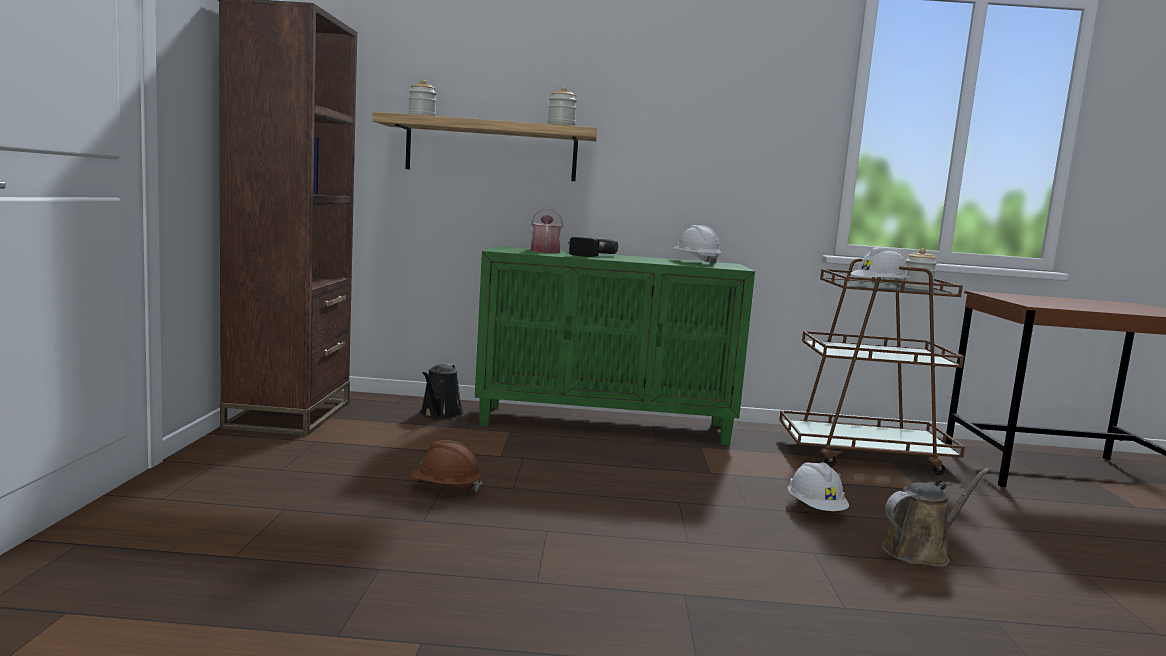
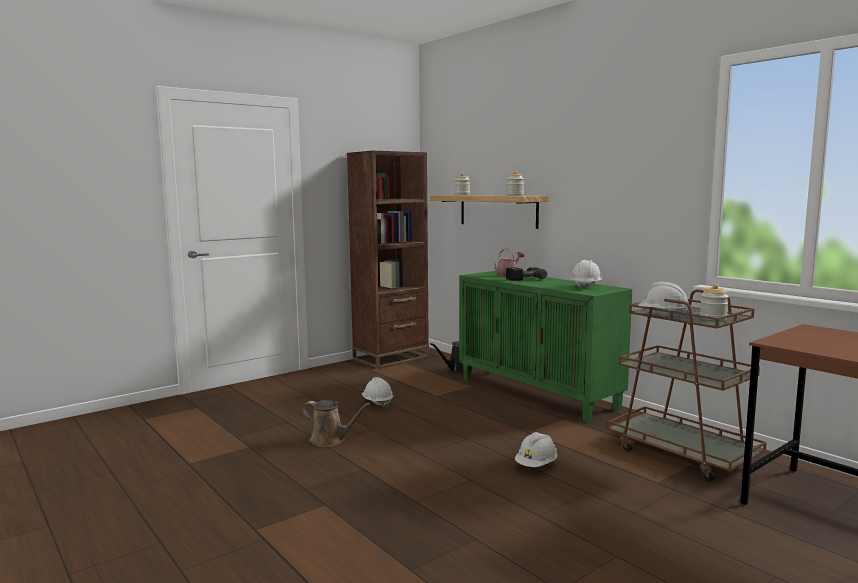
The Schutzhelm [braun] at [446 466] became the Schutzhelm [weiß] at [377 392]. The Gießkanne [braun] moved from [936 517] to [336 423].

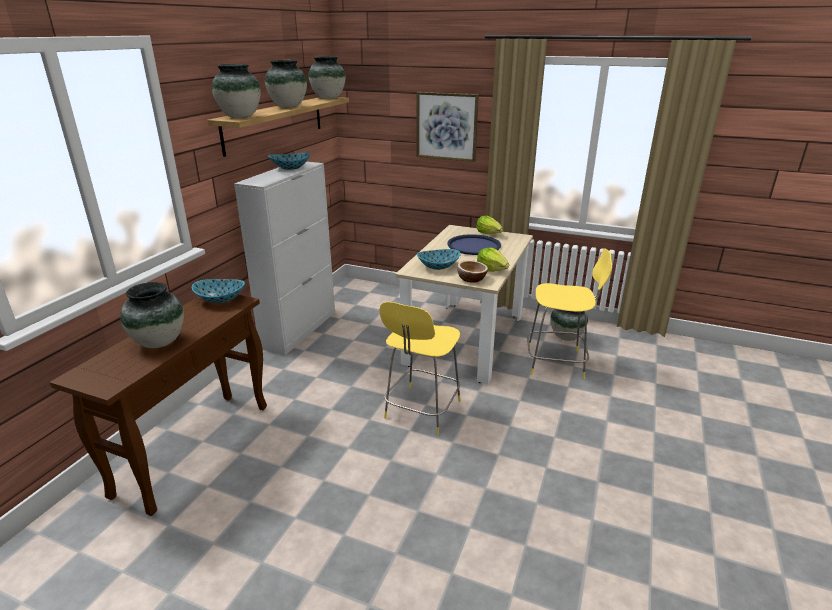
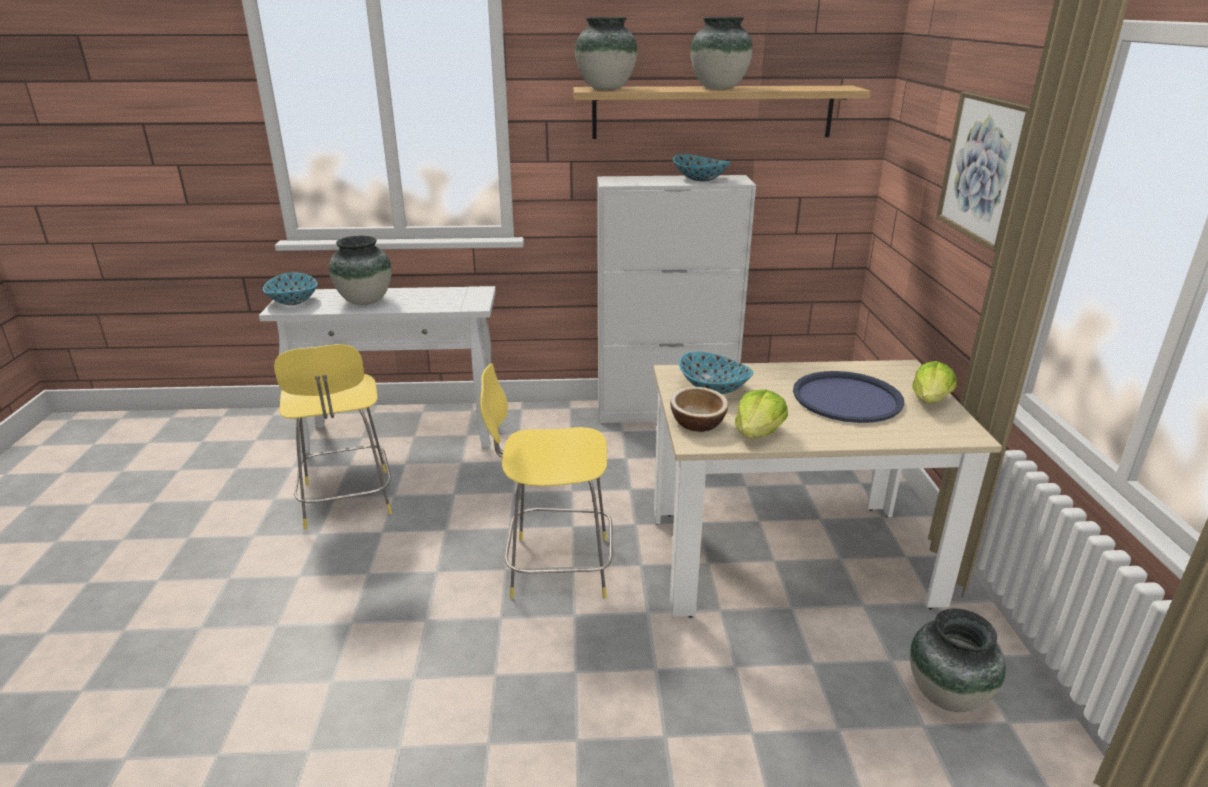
The Vase at [327 77] disappeared. The Hocker [gelb] moved from [569 313] to [333 436]. The Schüssel moved from [218 291] to [290 289]. The Konsolentisch [braun] at [158 405] became the Konsolentisch [weiß] at [377 370].

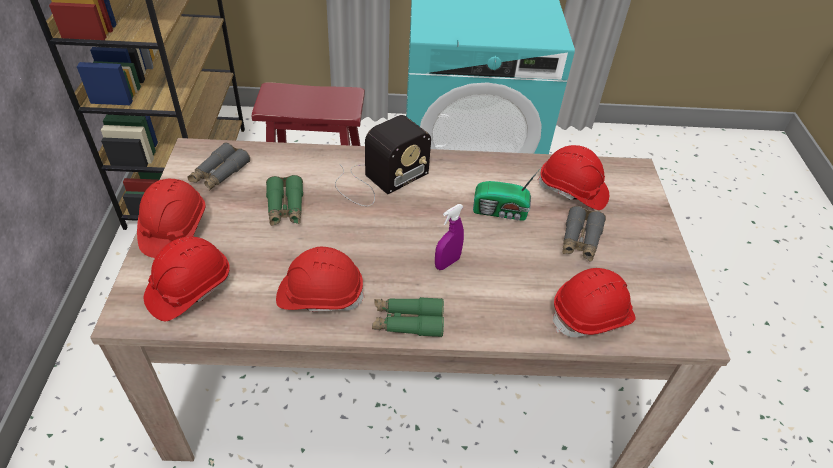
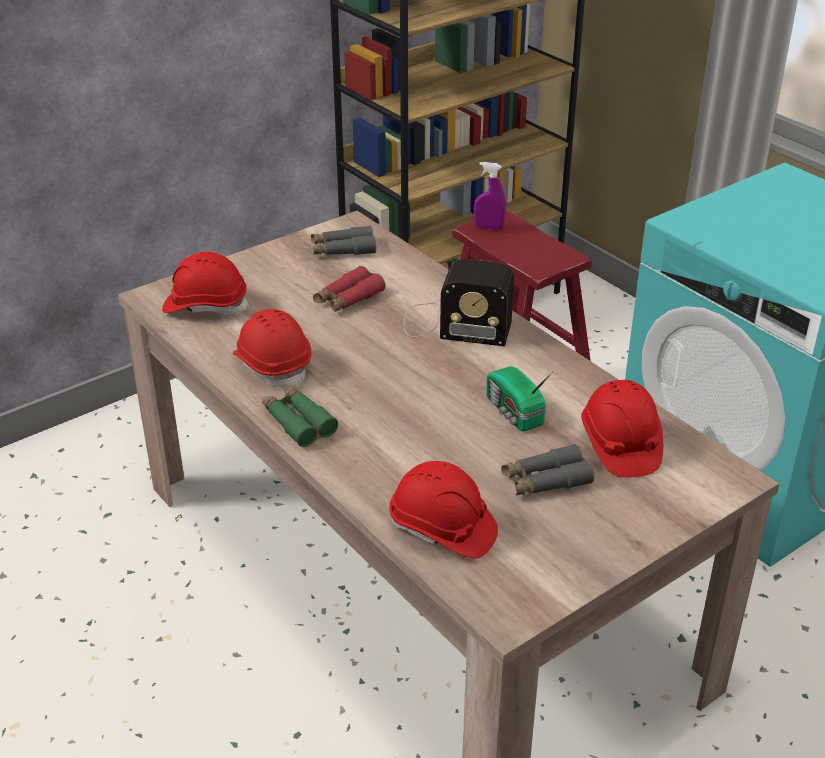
The Fernglas [grün] at [284 200] became the Fernglas [rot] at [349 289]. The Schutzhelm [rot] at [171 218] disappeared. The Sprühflasche [lila] moved from [449 237] to [490 196].

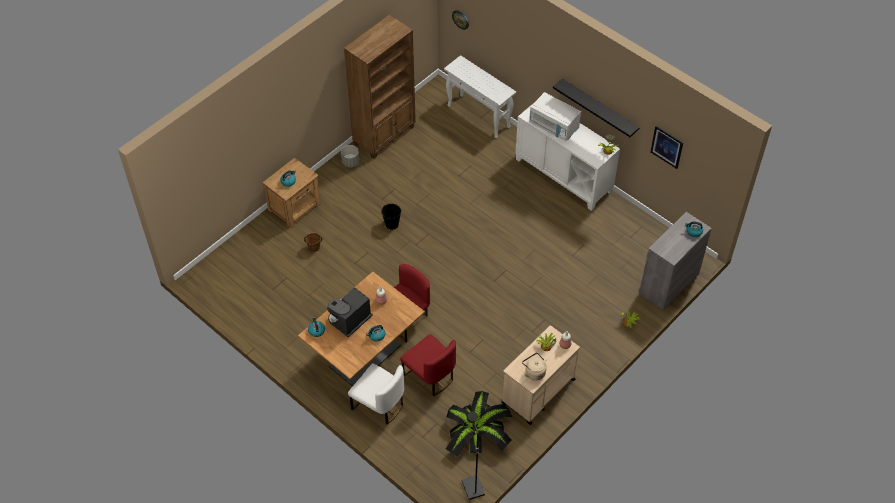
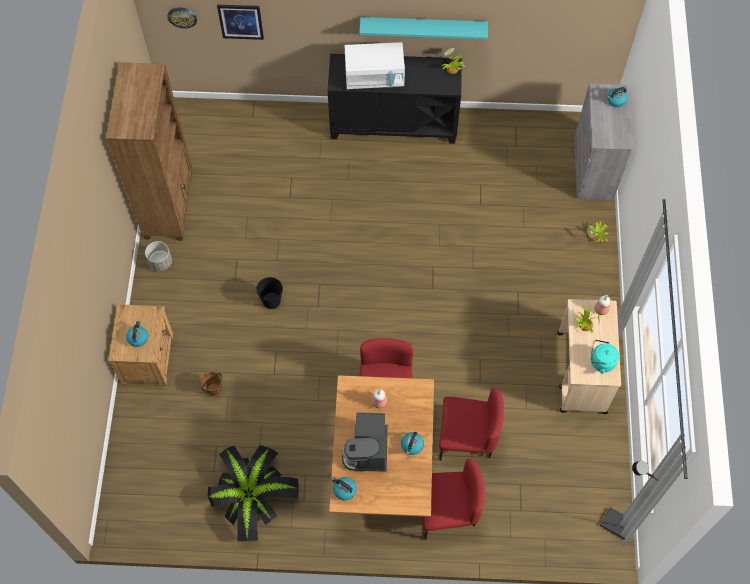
The Konsolentisch [weiß] at [480 97] disappeared. The Wandregal [schwarz] at [596 107] became the Wandregal [türkis] at [423 28]. The Schrank [weiß] at [567 157] became the Schrank [schwarz] at [395 99]. The Bild moved from [667 147] to [240 22]. The Wasserkessel [beige] at [534 367] became the Wasserkessel [türkis] at [604 357]. The Stuhl [weiß] at [376 394] became the Stuhl [rot] at [454 499]. The Topfpflanze moved from [479 424] to [253 493].

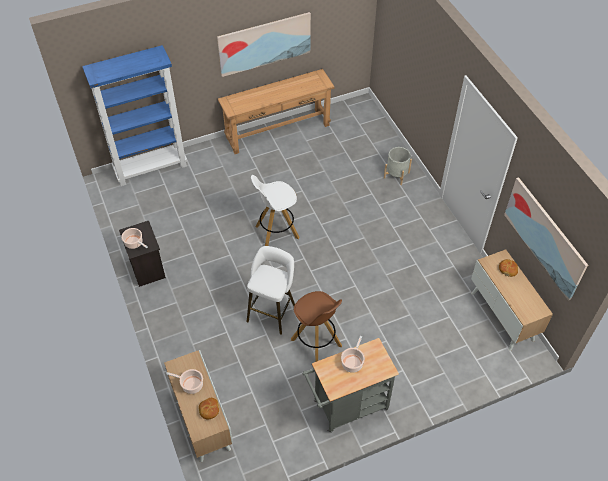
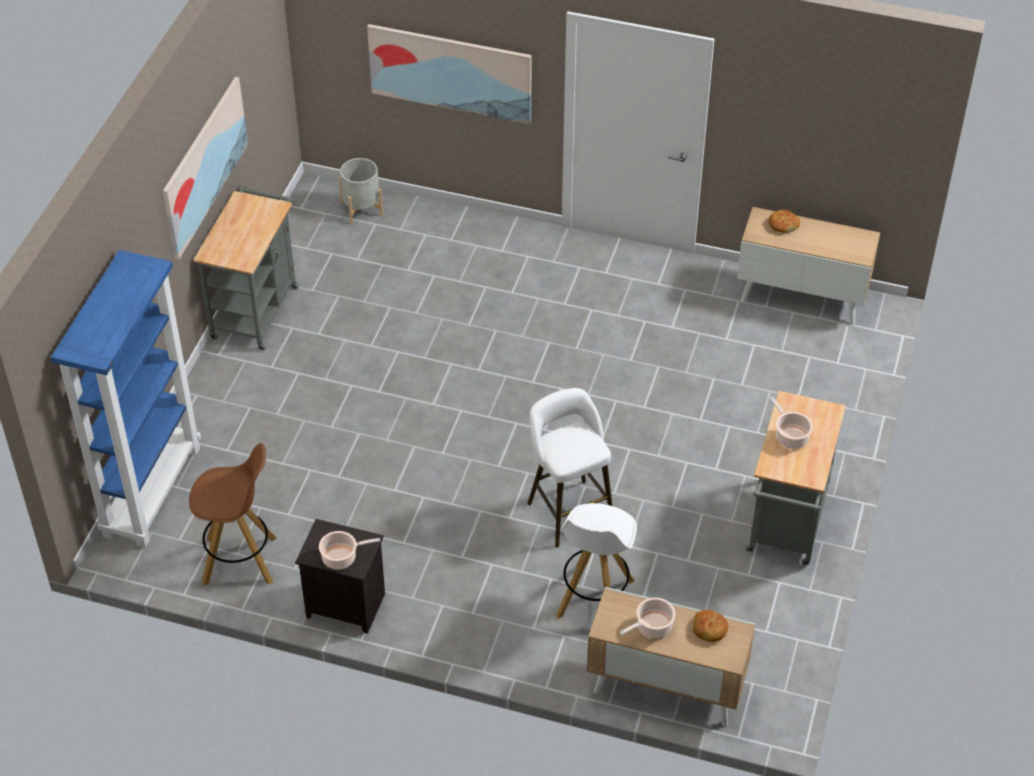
The Konsolentisch [braun] at [276 111] was replaced by the Rollwagen [grau] at [245 268]. The Pflanzkübel [grau] moved from [398 166] to [361 191]. The Hocker [weiß] moved from [275 210] to [596 561]. The Bild moved from [546 239] to [449 74]. The Hocker [braun] moved from [316 326] to [233 514].

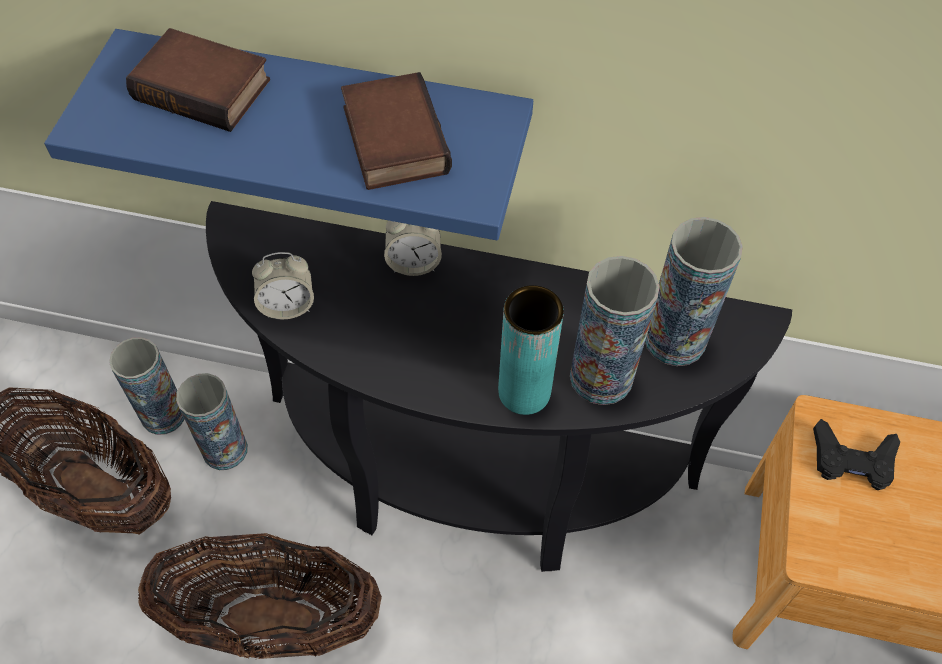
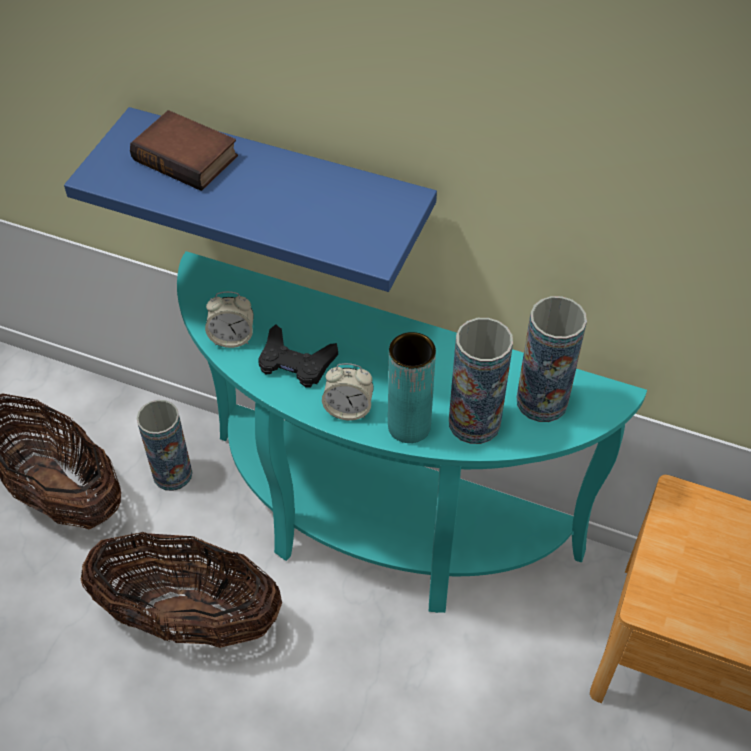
The Buch at [396 131] disappeared. The Konsolentisch [schwarz] at [499 386] became the Konsolentisch [türkis] at [412 432]. The Wecker moved from [413 248] to [348 391]. The Vase at [146 386] disappeared. The Gamepad [schwarz] moved from [856 454] to [298 355].

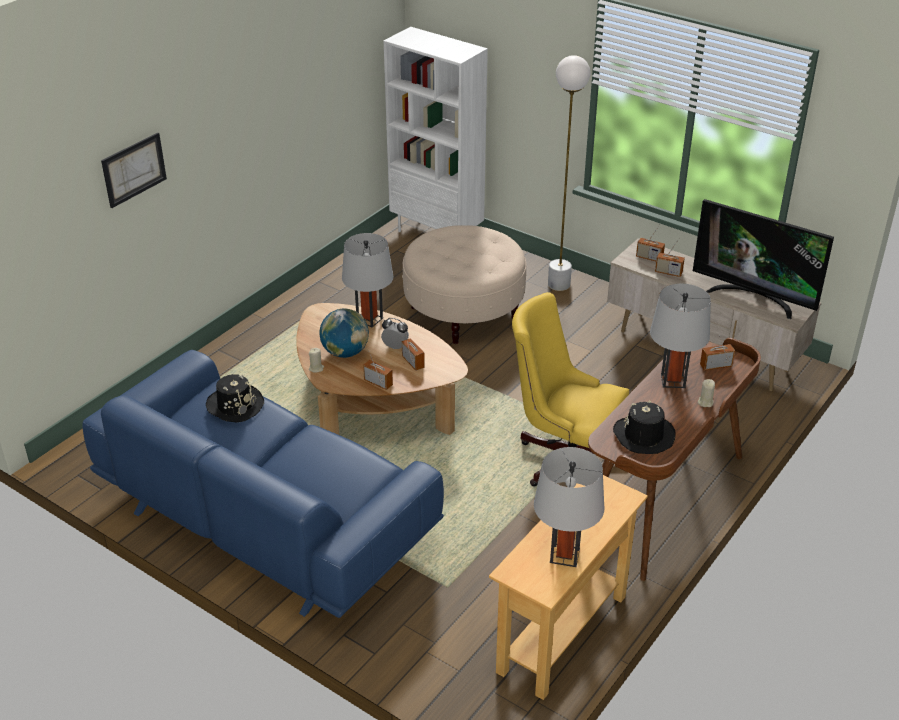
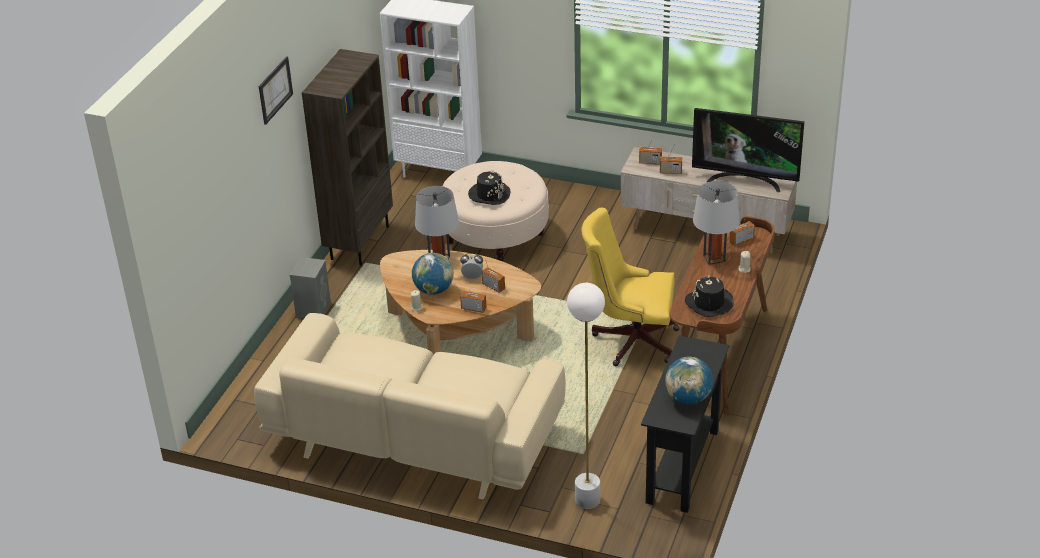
The Stehlampe [weiß] moved from [569 173] to [586 396]. The Bild moved from [134 170] to [276 90]. The Sofa [blau] at [263 484] became the Sofa [beige] at [410 406]. The Hut [schwarz] moved from [235 398] to [489 188]. The Tischlampe [grau] at [569 507] was replaced by the Globus at [689 381]. The Konsolentisch [beige] at [568 587] became the Konsolentisch [schwarz] at [685 424]. The Bücherregal [braun] at [347 157] appeared. The Lautsprecher [grau] at [310 287] appeared.

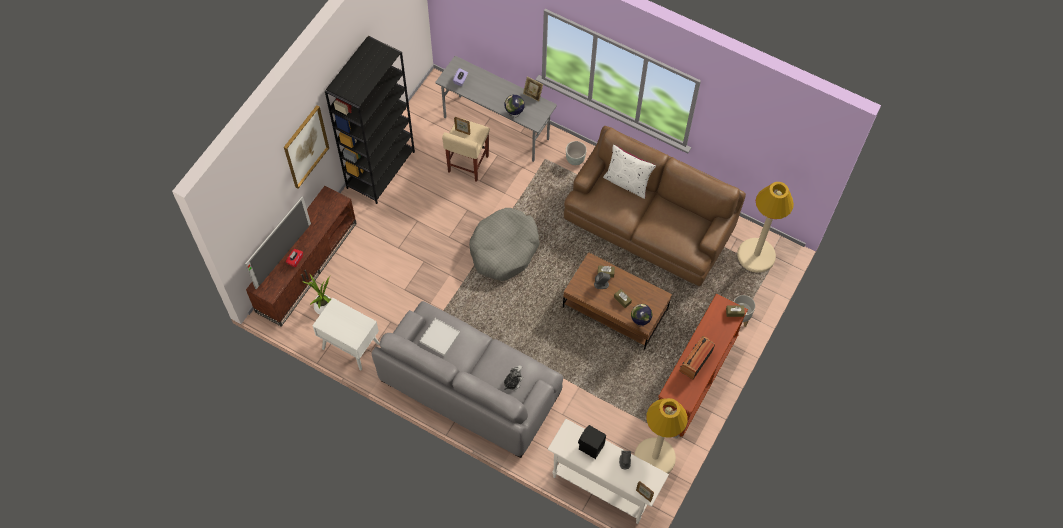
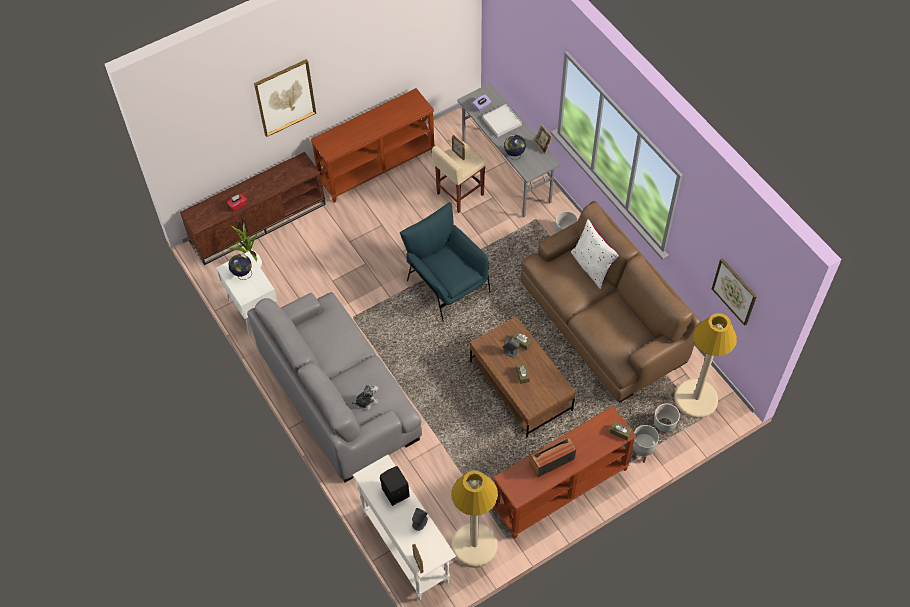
The Bücherregal [schwarz] at [370 120] was replaced by the Konsolentisch [braun] at [373 145]. The Fernseher at [278 242] disappeared. The Hundebett [grau] at [504 244] was replaced by the Sessel [blau] at [445 262]. The Globus moved from [642 315] to [240 267]. The Tablett [weiß] moved from [440 337] to [502 120]. The Bild at [734 292] appeared. The Pflanzkübel [grau] at [667 417] appeared.

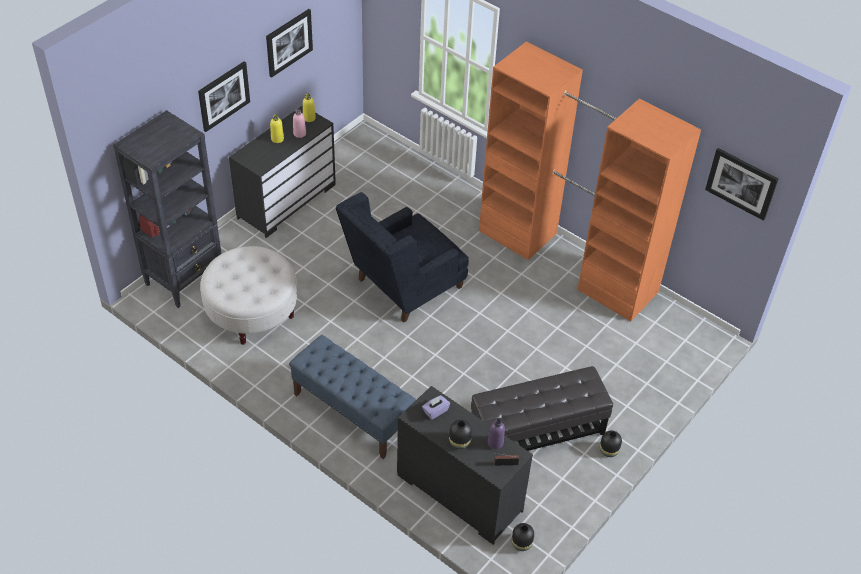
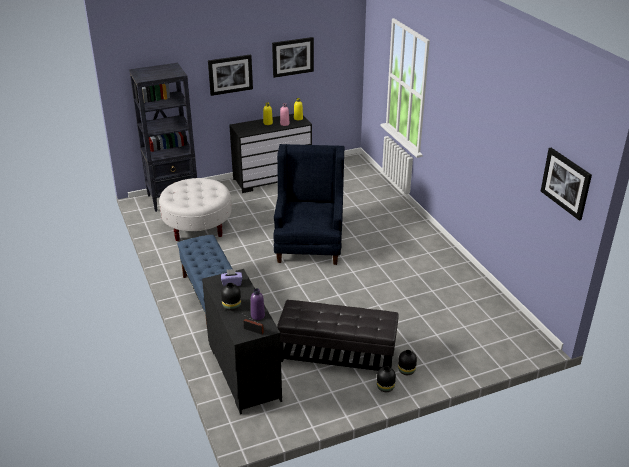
The Kleiderschrank [orange] at [590 181] disappeared. The Sessel [blau] at [402 257] turned 105 degrees clockwise. The Vase [schwarz] moved from [523 537] to [407 362].

